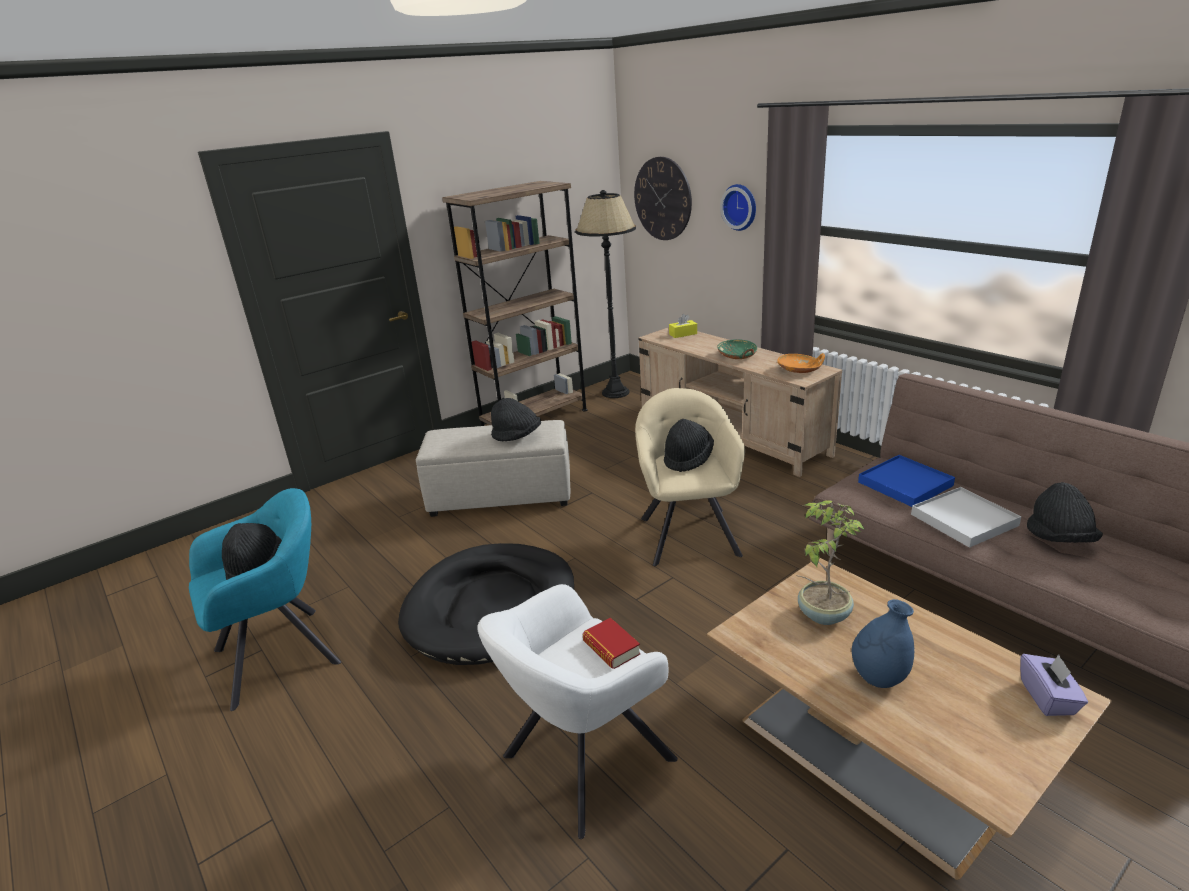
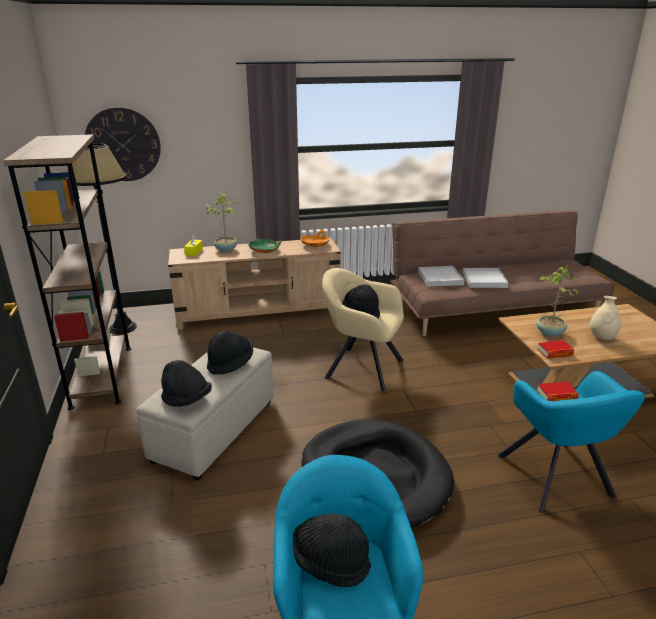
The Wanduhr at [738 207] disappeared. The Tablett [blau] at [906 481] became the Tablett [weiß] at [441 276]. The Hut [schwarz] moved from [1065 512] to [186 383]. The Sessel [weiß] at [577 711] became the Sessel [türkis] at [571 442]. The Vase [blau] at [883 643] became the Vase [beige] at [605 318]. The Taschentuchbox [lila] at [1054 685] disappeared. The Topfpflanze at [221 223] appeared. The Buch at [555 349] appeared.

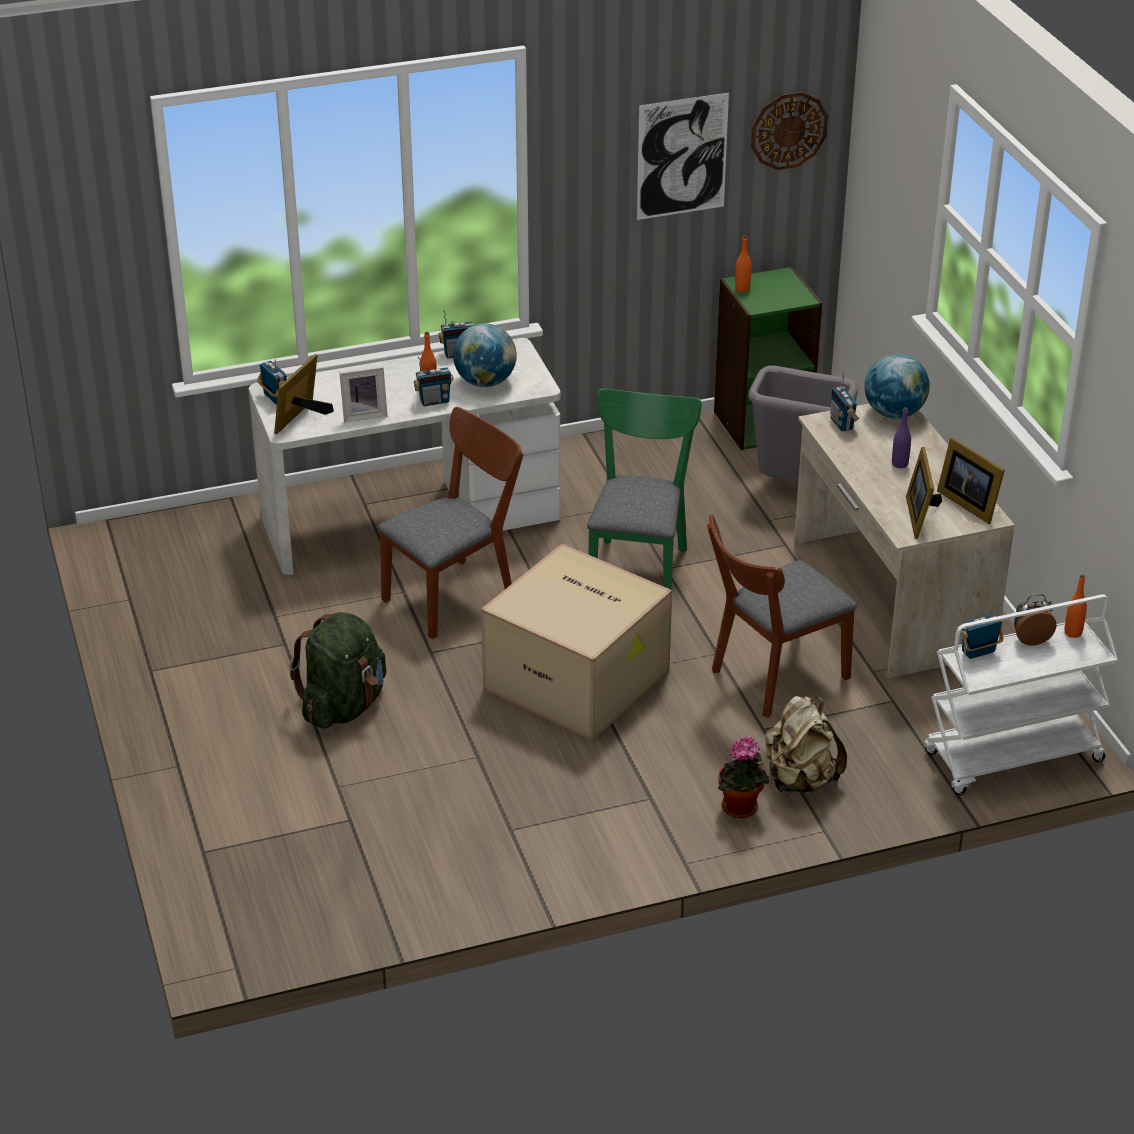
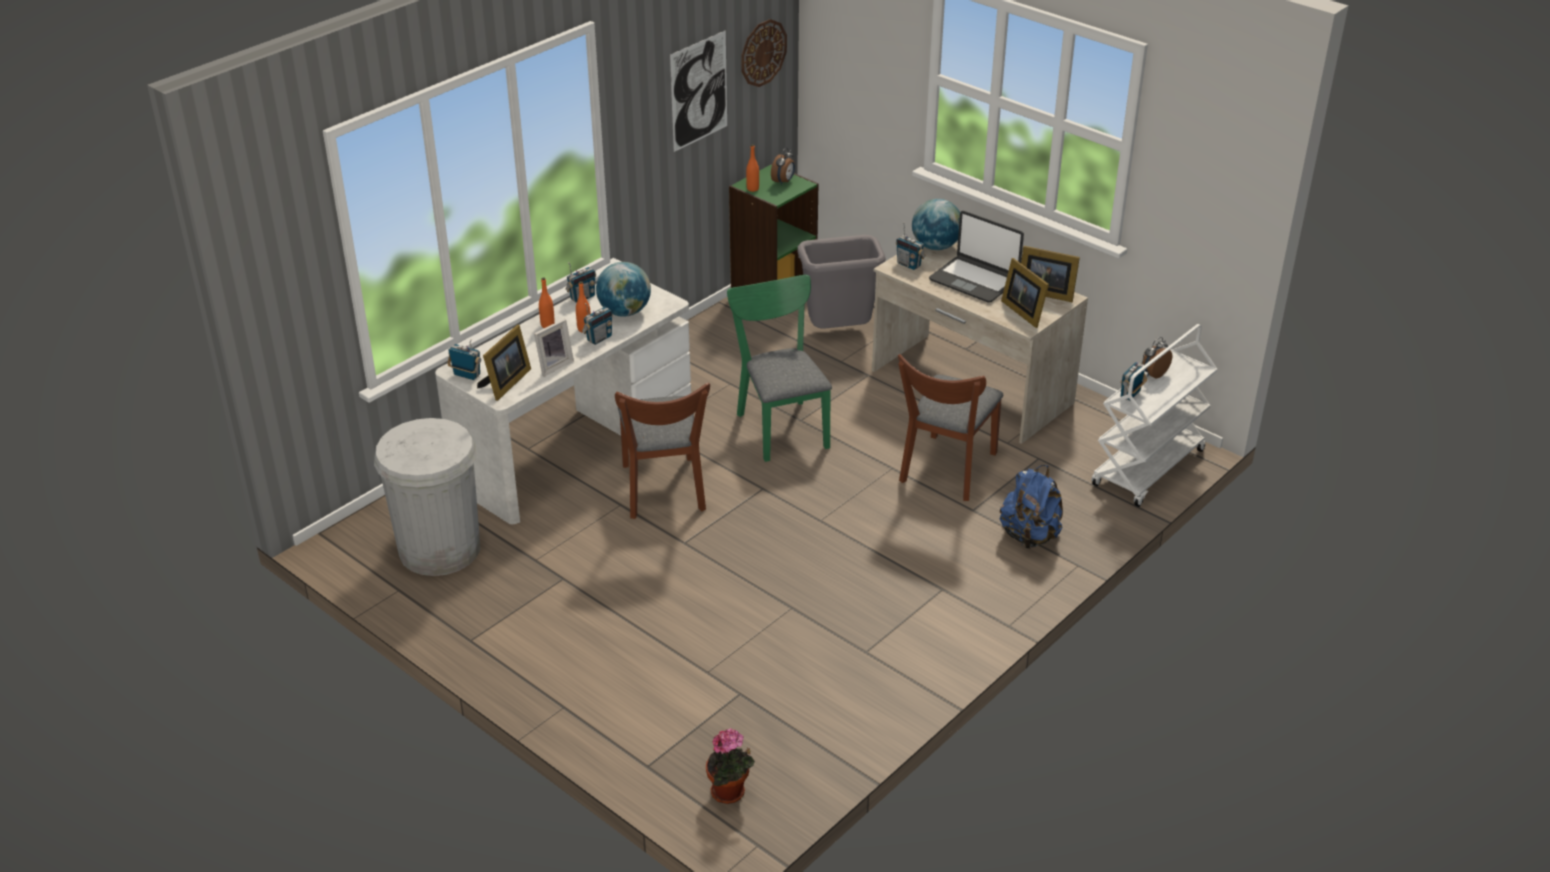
The Bilderrahmen at [304 394] turned 150 degrees counterclockwise. The Stuhl [braun] at [450 523] turned 150 degrees clockwise. The Flasche [lila] at [901 437] was replaced by the Laptop at [976 256]. The Karton at [576 642] disappeared. The Flasche [orange] moved from [1076 606] to [547 302]. The Rucksack [grün] at [338 670] disappeared. The Rucksack [beige] at [806 744] became the Rucksack [blau] at [1031 507]. The Topfpflanze moved from [743 777] to [730 766]. The Wecker at [783 166] appeared. The Mülleimer [weiß] at [427 497] appeared.

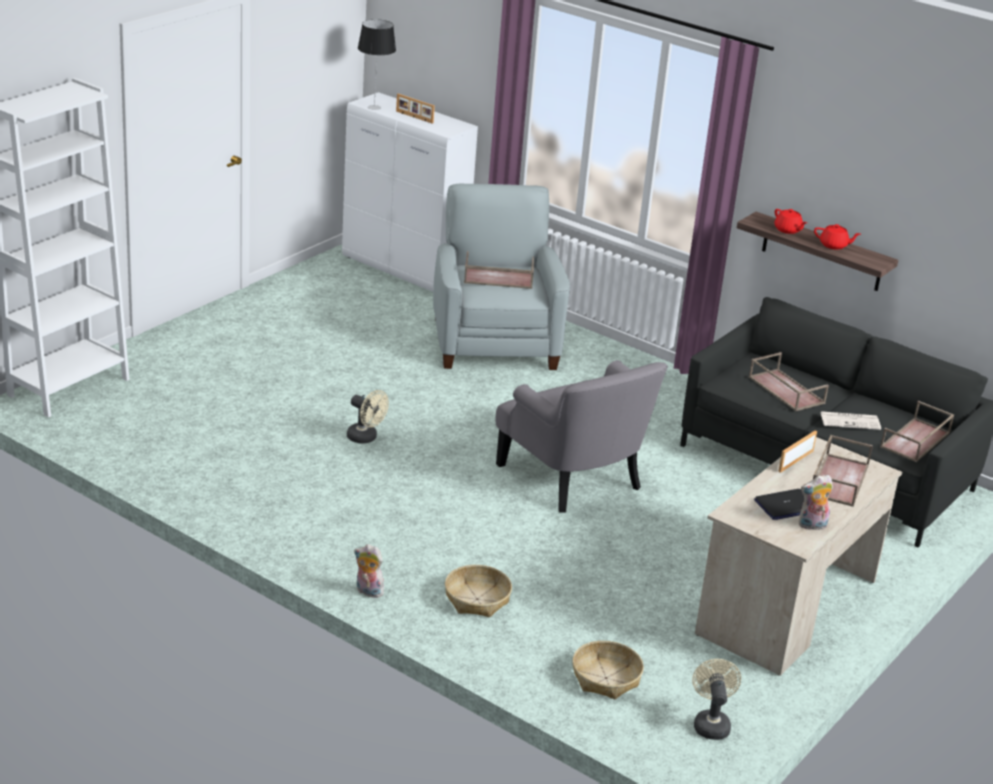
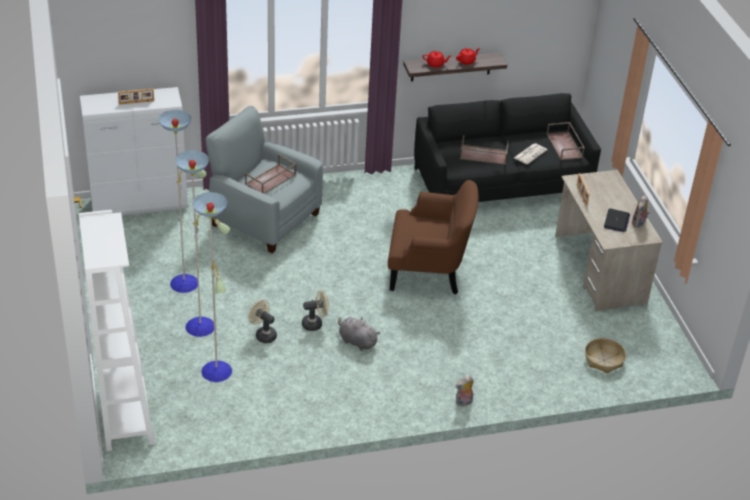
The Tischlampe at [377 64] disappeared. The Sessel [grau] at [581 436] became the Sessel [braun] at [433 237]. The Tablett [braun] at [843 471] disappeared. The Korb at [478 591] disappeared. The Ventilator [beige] moved from [716 699] to [262 321]. The Stehlampe at [195 246] appeared. The Plüschtier [grau] at [359 334] appeared.

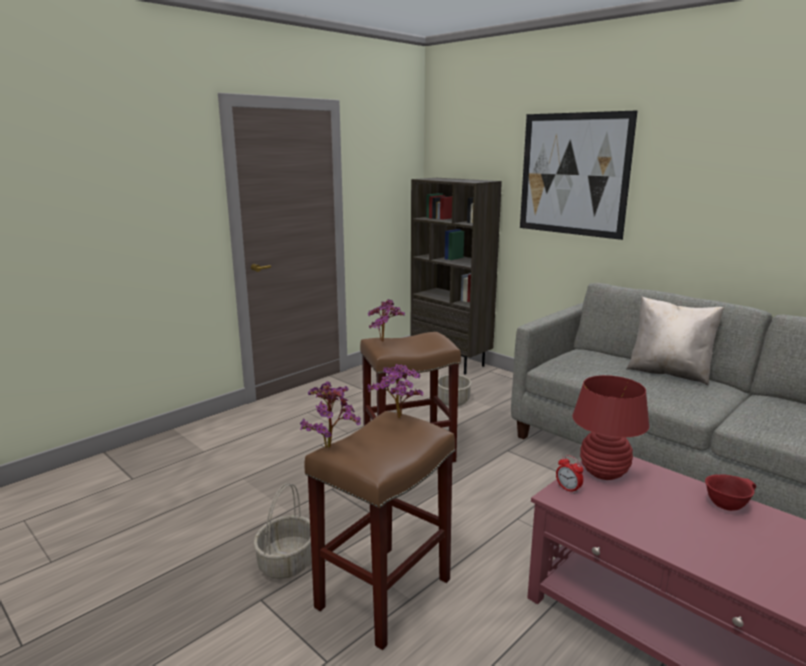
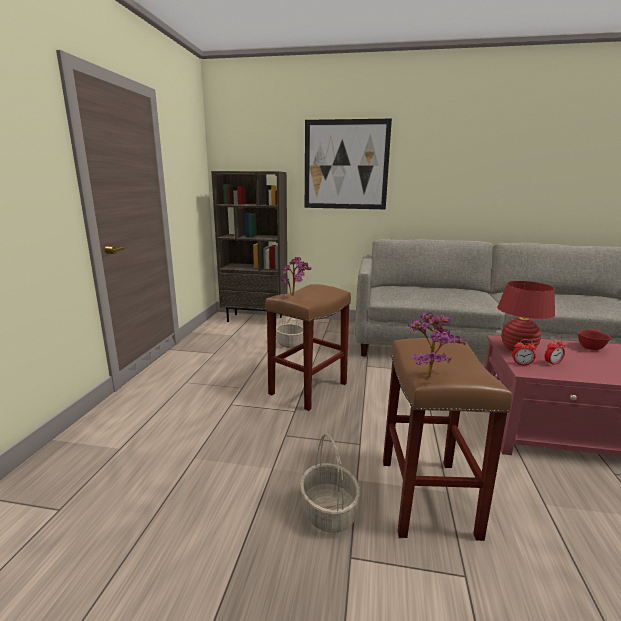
The Kissen [beige] at [675 341] disappeared. The Topfpflanze at [395 391] disappeared. The Wecker at [555 352] appeared.

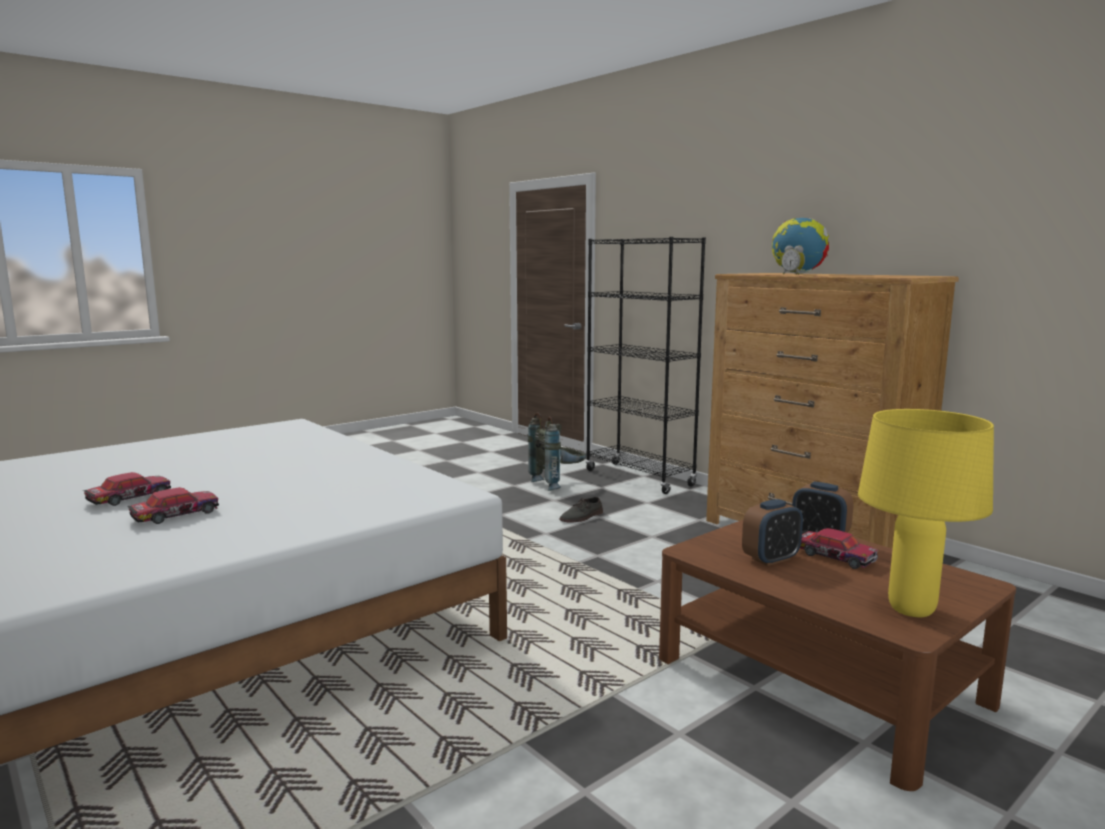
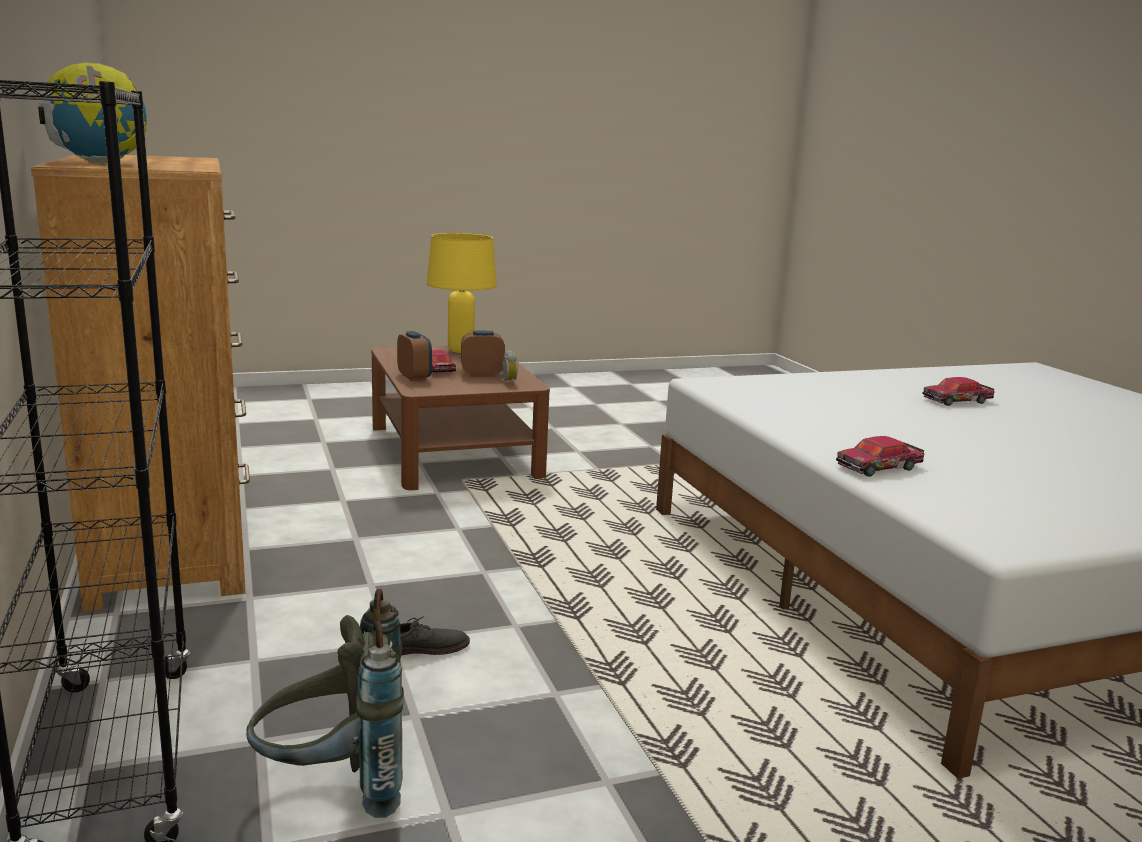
The Wecker moved from [793 260] to [509 367]. The Spielzeugauto moved from [127 489] to [880 456].

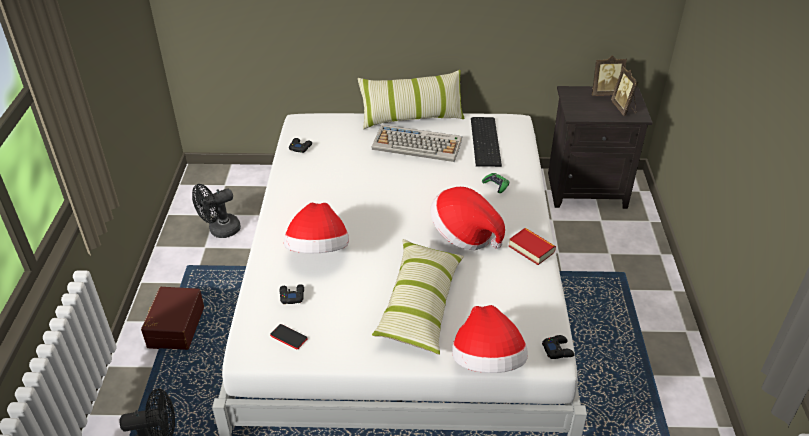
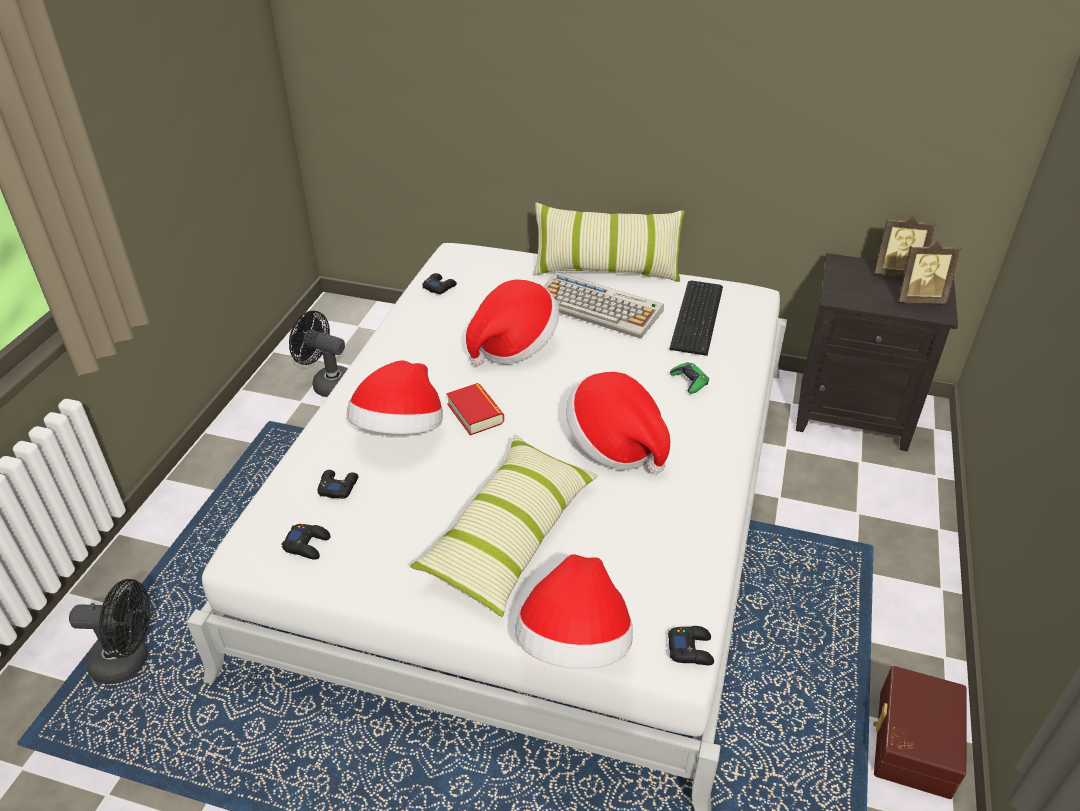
The Bilderrahmen at [624 91] turned 90 degrees counterclockwise. The Ventilator [schwarz] at [216 211] turned 45 degrees clockwise. The Buch moved from [532 246] to [475 409]. The Aufbewahrungsbox [braun] moved from [172 318] to [919 732]. The Handy at [288 336] was replaced by the Gamepad [schwarz] at [305 542]. The Hut at [512 322] appeared.

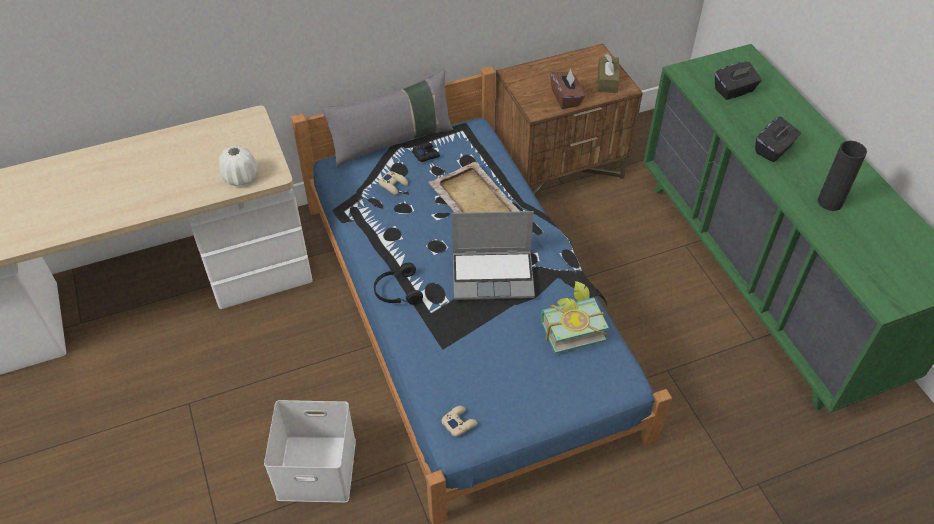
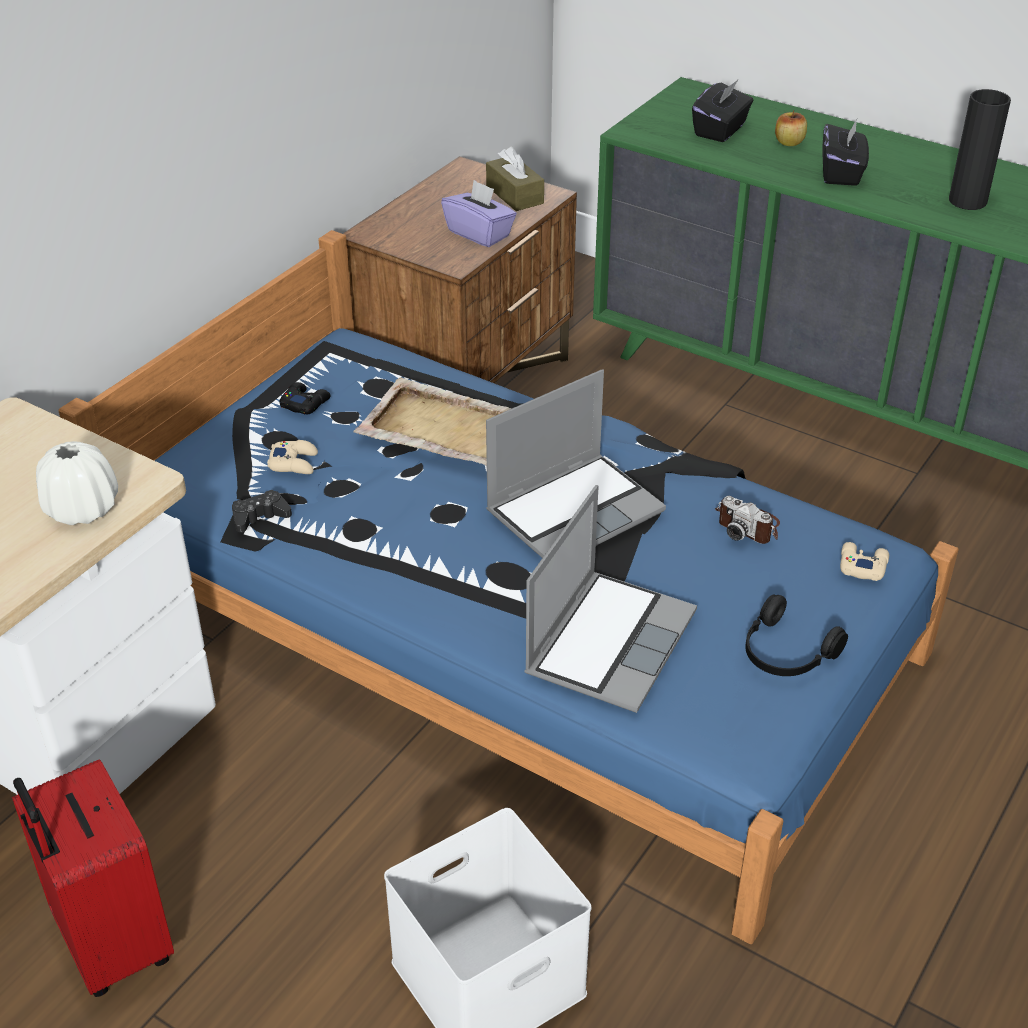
The Taschentuchbox [braun] at [567 89] became the Taschentuchbox [lila] at [479 213]. The Kissen [grau] at [387 119] disappeared. The Kopfhörer [schwarz] moved from [398 284] to [796 635]. The Buch at [575 317] was replaced by the Kamera at [747 520]. The Gamepad [beige] moved from [459 421] to [864 561]. The Apfel at [791 128] appeared. The Laptop at [611 599] appeared. The Gamepad [schwarz] at [262 511] appeared. The Koffer [rot] at [93 878] appeared.

